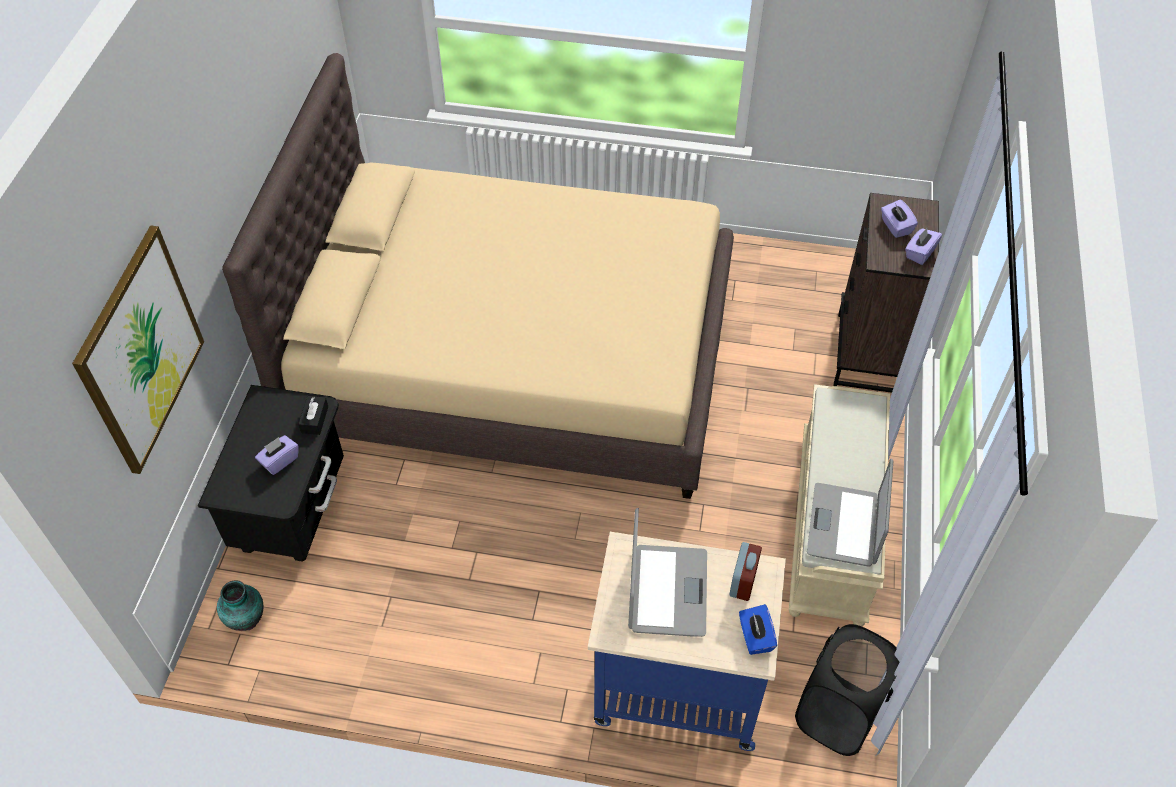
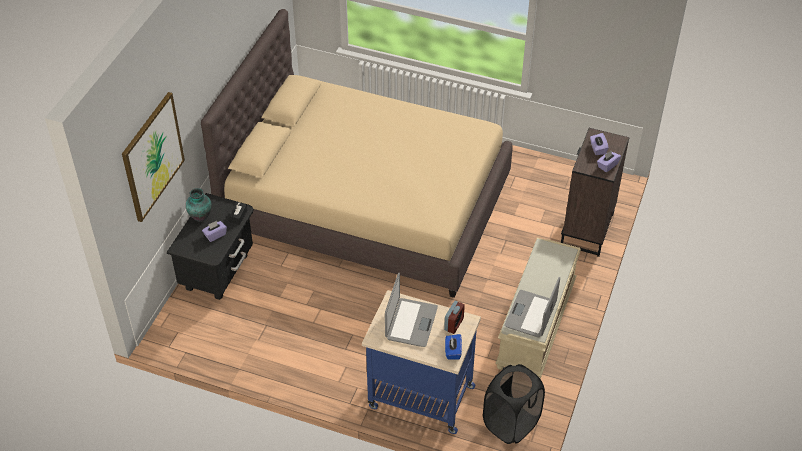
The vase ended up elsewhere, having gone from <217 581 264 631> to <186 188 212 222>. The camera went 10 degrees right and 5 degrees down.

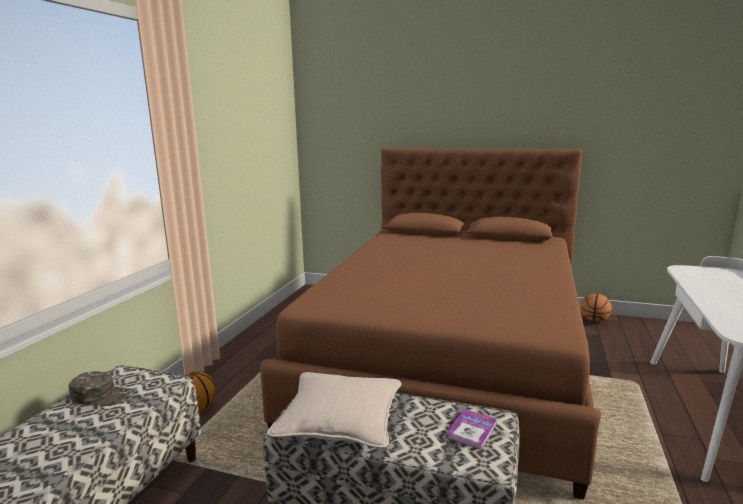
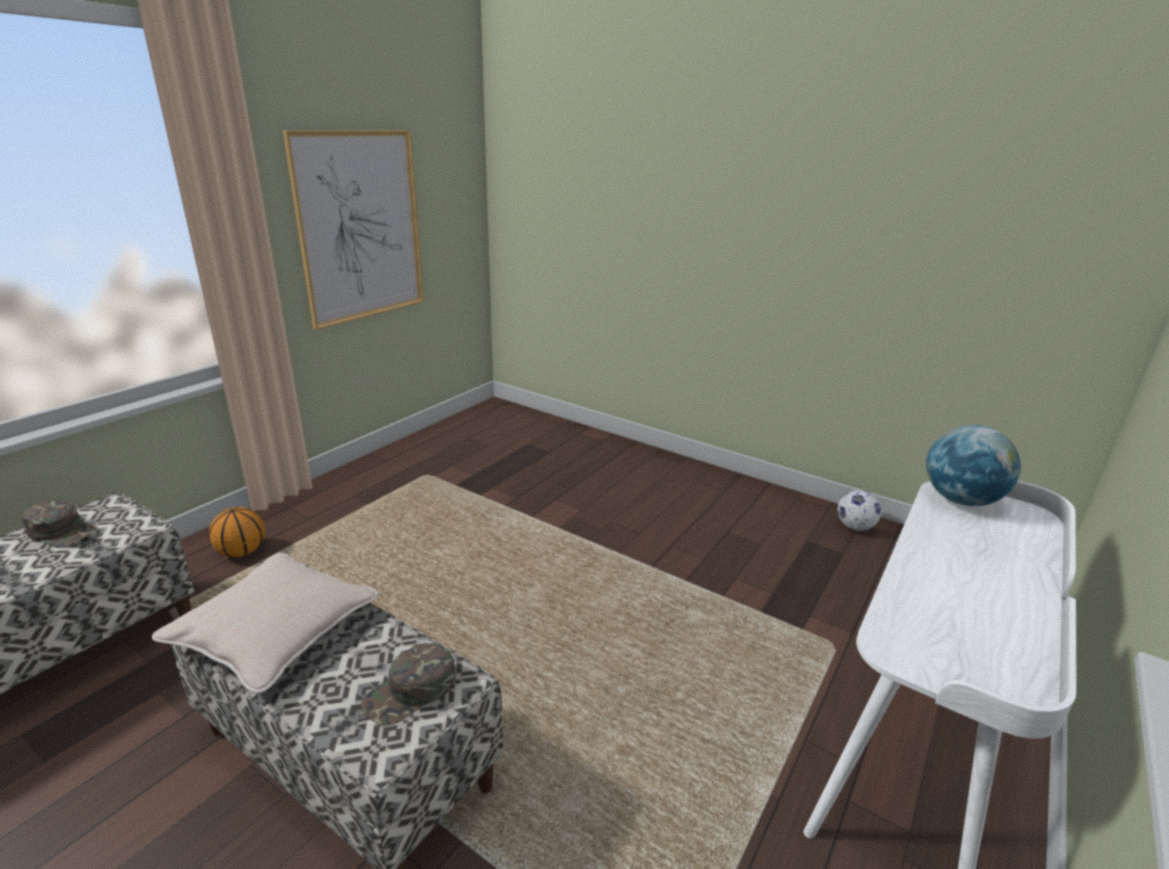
The second view lost the brown bed at <260 147 601 499>. Where the basketball stood at <581 294 612 322>, the football came to stand at <838 490 881 531>. Where the book stood at <446 409 497 450>, the green cap came to stand at <361 643 456 726>. The second view gained the picture at <283 130 424 330>. The second view gained the globe at <926 425 1021 506>. The camera went 15 degrees right and 10 degrees up.

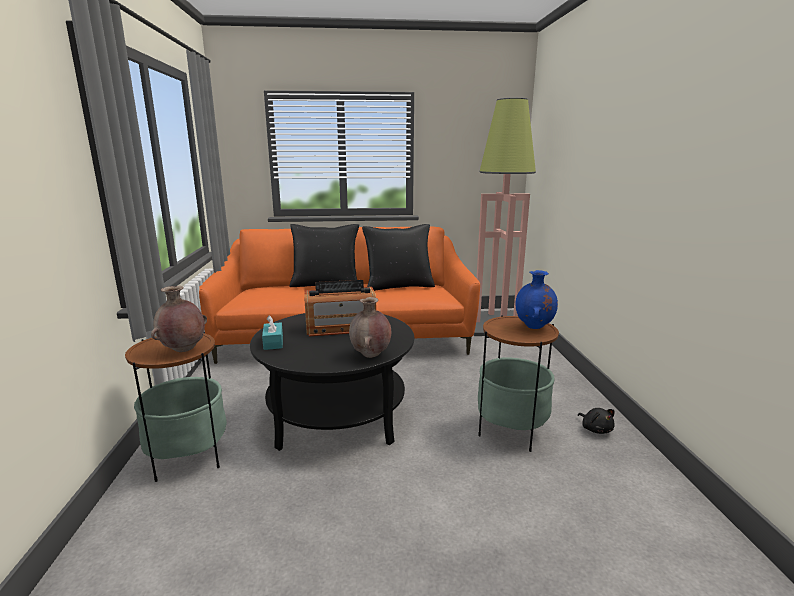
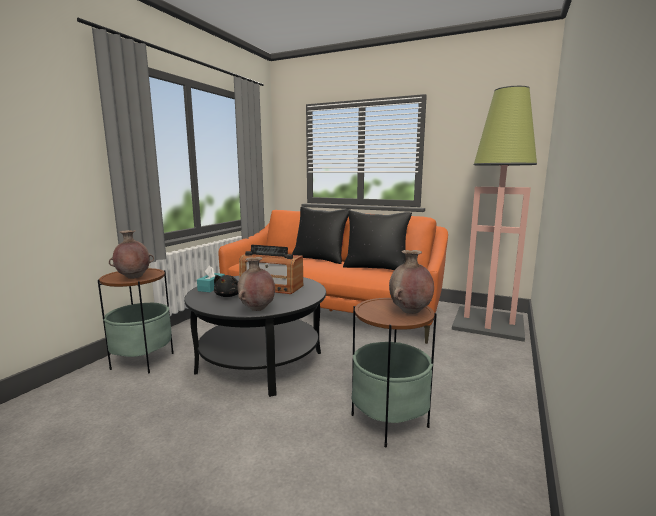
What was the blue vase at <516 270 558 329> turned into the brown vase at <389 250 434 314>. The black plush toy ended up elsewhere, having gone from <578 408 615 434> to <214 275 238 297>. The camera went 30 degrees right and 5 degrees down.

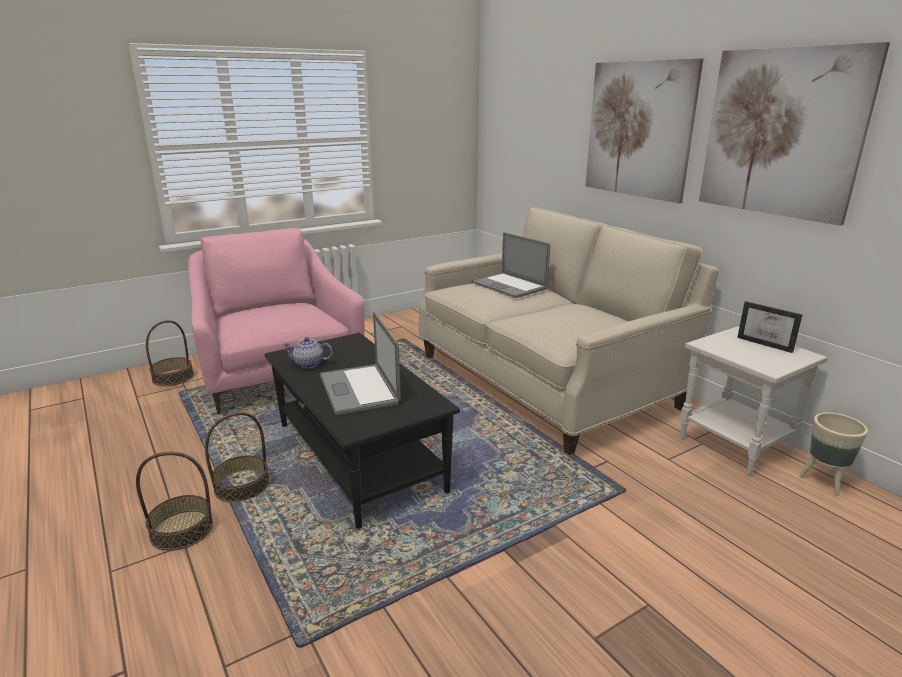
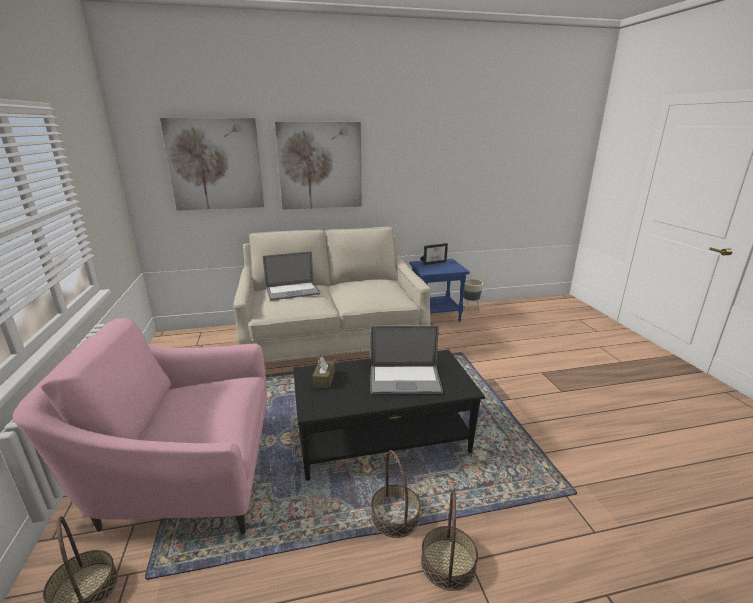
The picture ended up elsewhere, having gone from <699 42 890 226> to <160 118 264 211>. What was the white side table at <680 326 828 476> turned into the blue side table at <409 259 470 322>. The second view lost the teapot at <282 337 333 369>. The second view gained the brown tissue box at <312 357 335 388>. The camera went 70 degrees left and 0 degrees up.

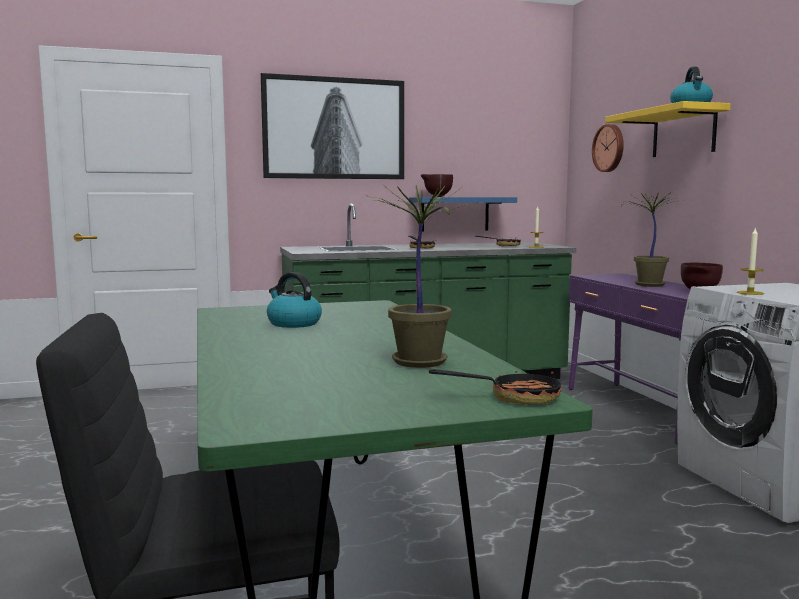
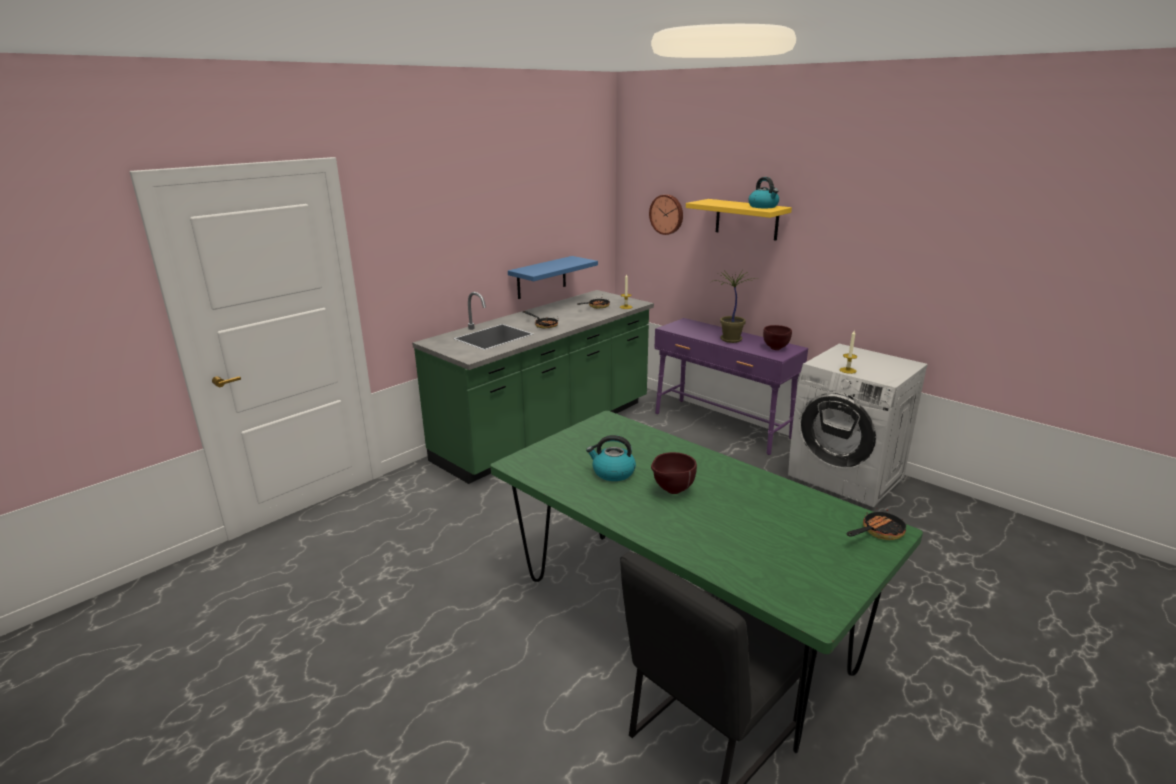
The second view lost the picture at <261 73 404 179>. The brown bowl ended up elsewhere, having gone from <421 174 453 197> to <651 452 697 494>. The second view lost the potted plant at <366 185 489 368>. The camera went 30 degrees left and 15 degrees up.

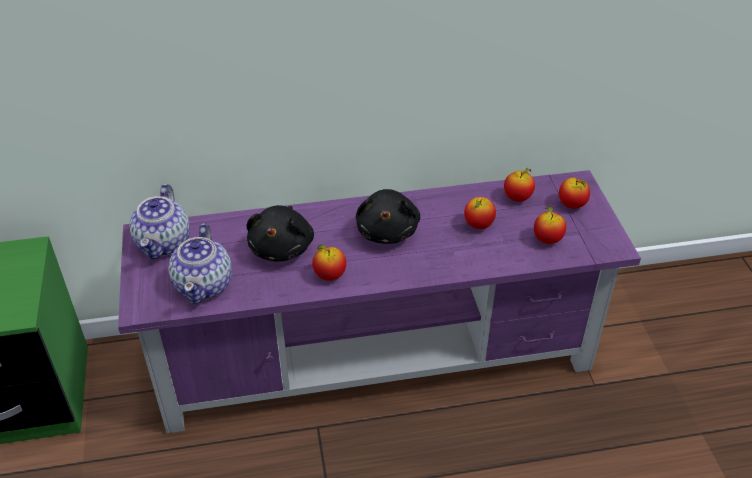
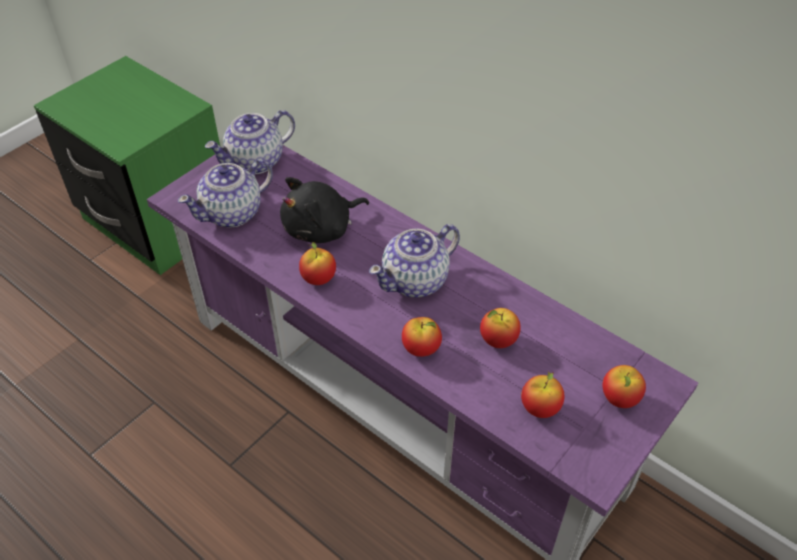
The apple ended up elsewhere, having gone from <504 168 535 202> to <402 317 442 357>. Where the black plush toy stood at <356 189 420 244>, the teapot came to stand at <369 224 460 298>. The camera went 50 degrees right and 5 degrees up.

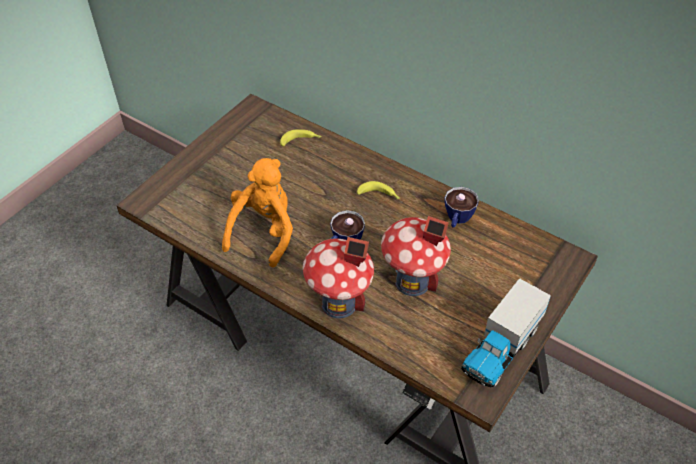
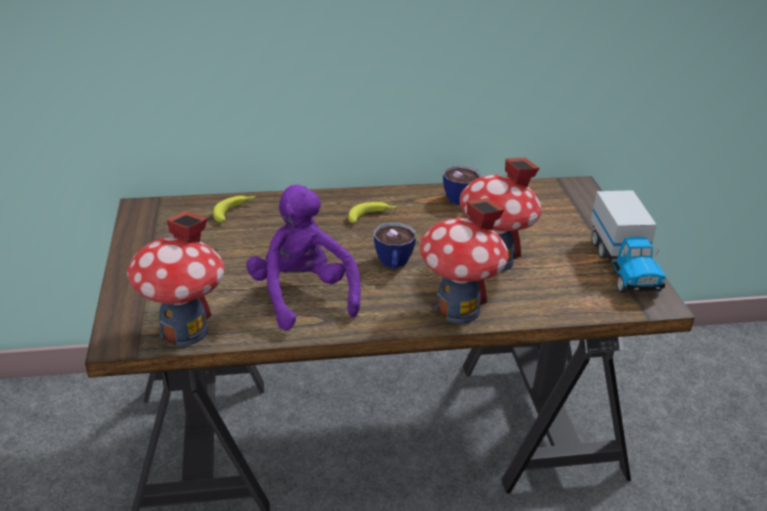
What was the orange plush toy at <222 158 293 268> turned into the purple plush toy at <246 185 361 330>. The second view gained the toy house at <127 211 225 346>. The camera went 45 degrees left and 15 degrees down.

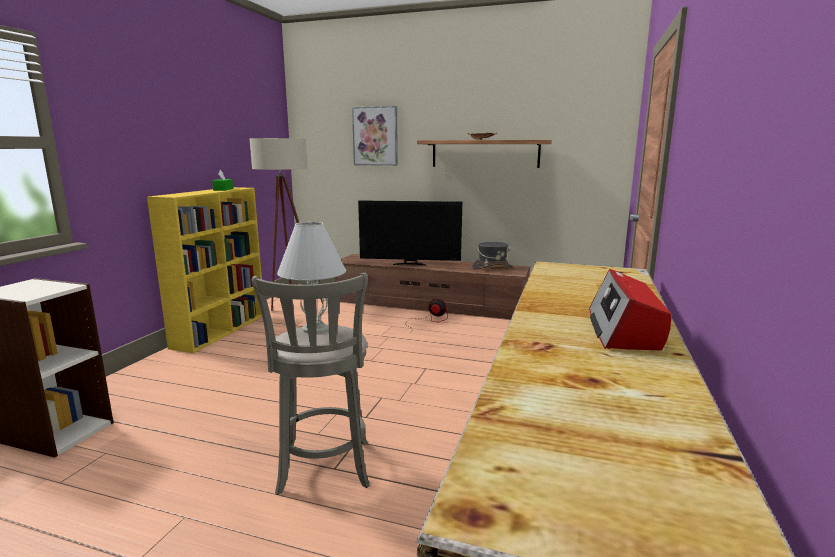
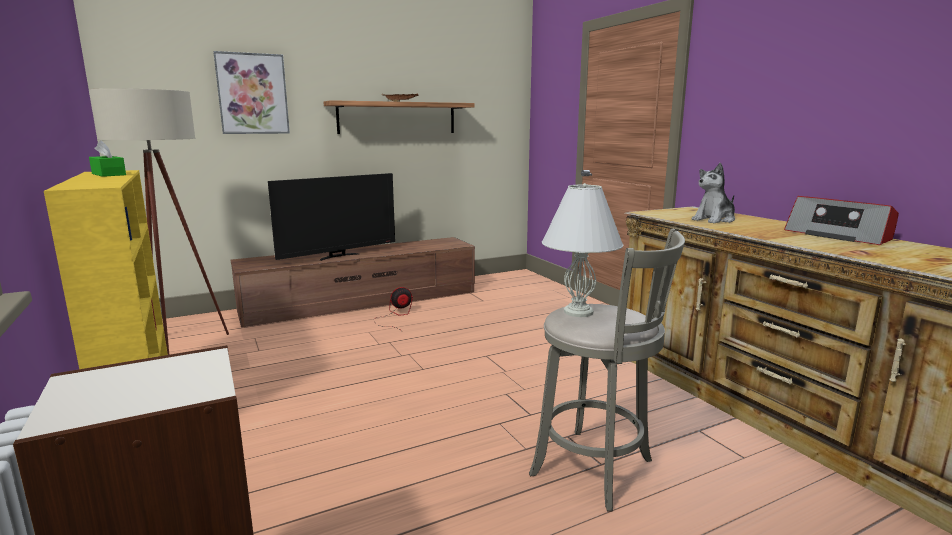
The second view lost the grey hat at <472 242 513 269>. The second view gained the plush toy at <692 163 735 224>. The camera went 45 degrees left and 0 degrees up.

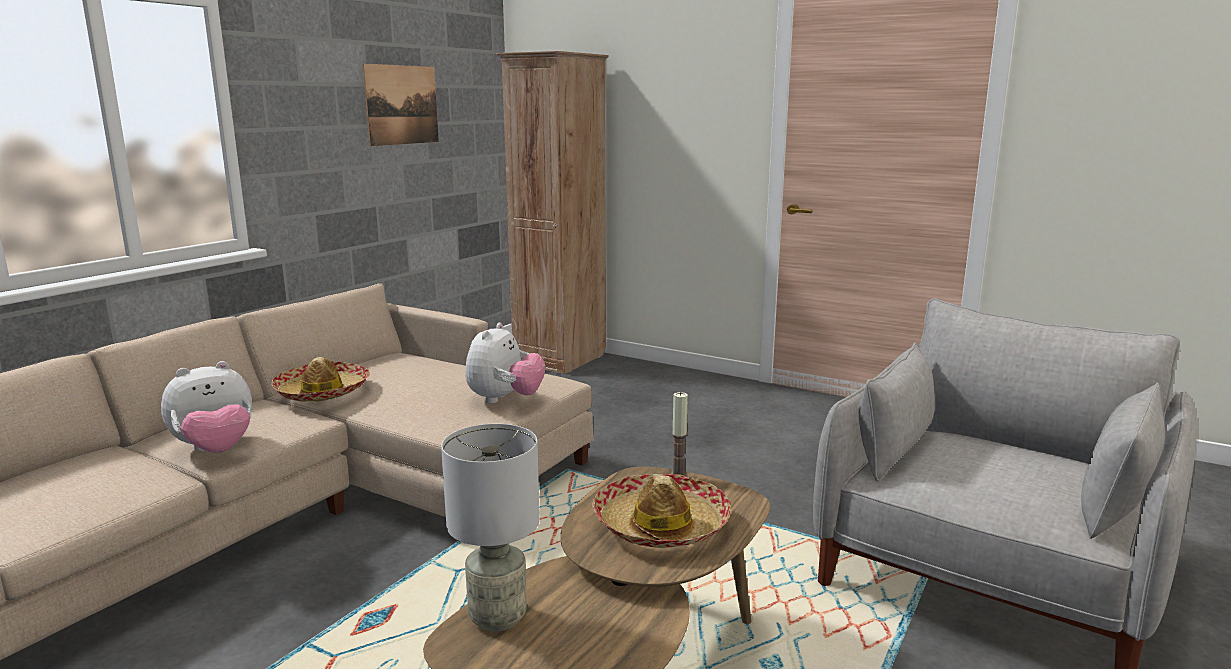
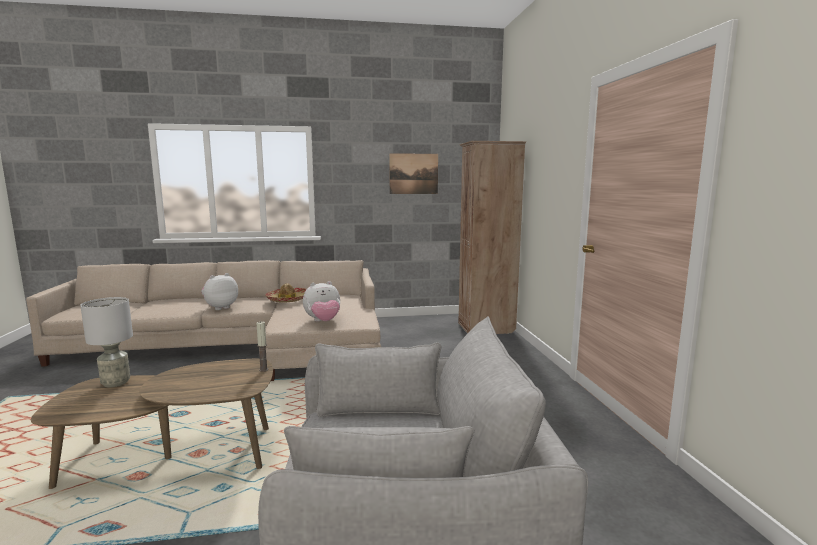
The plush toy at <161 361 252 453> ended up facing another way, 120 degrees clockwise from before. The second view lost the hat at <592 474 731 548>. The camera went 50 degrees right and 5 degrees down.

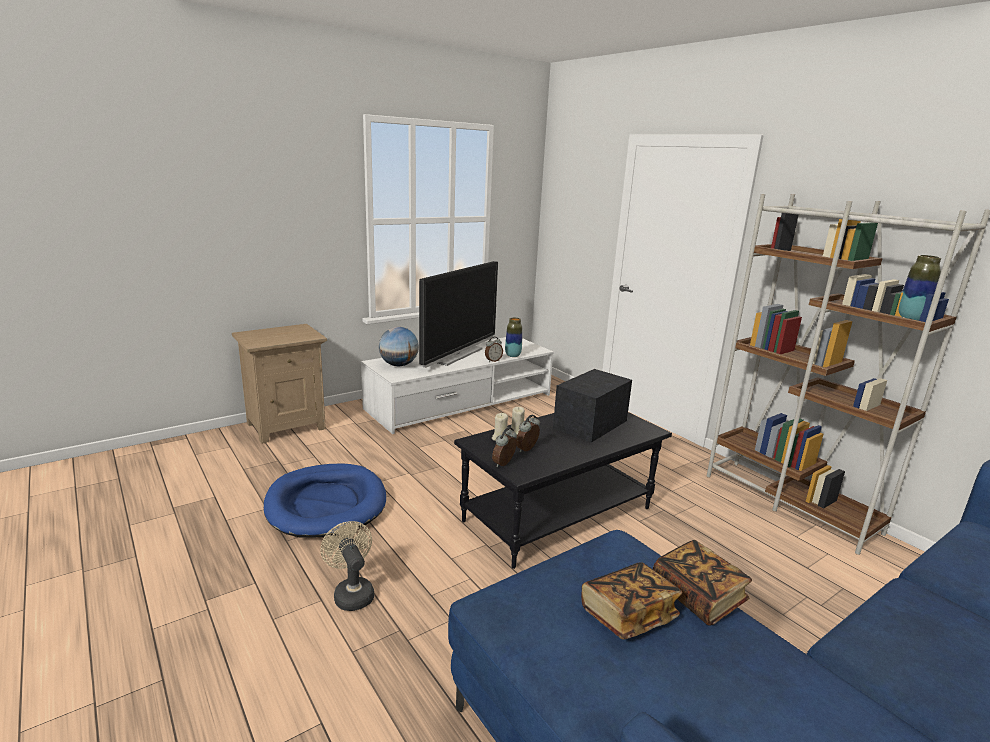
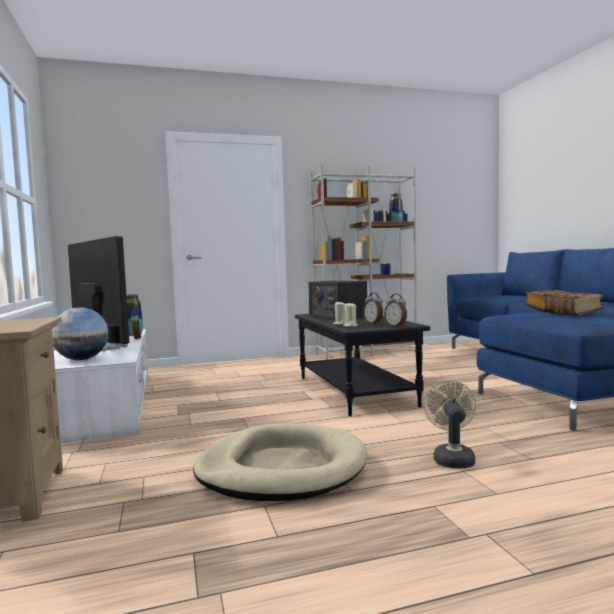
What was the blue dog bed at <264 464 386 538> turned into the beige dog bed at <193 423 367 501>. The beige fan at <321 521 374 611> ended up facing another way, 105 degrees clockwise from before. The camera went 70 degrees left and 15 degrees down.

